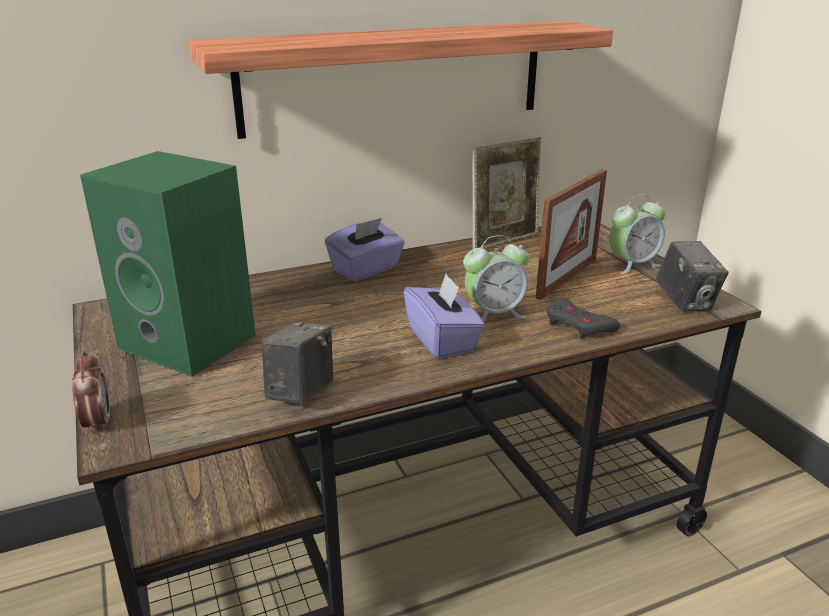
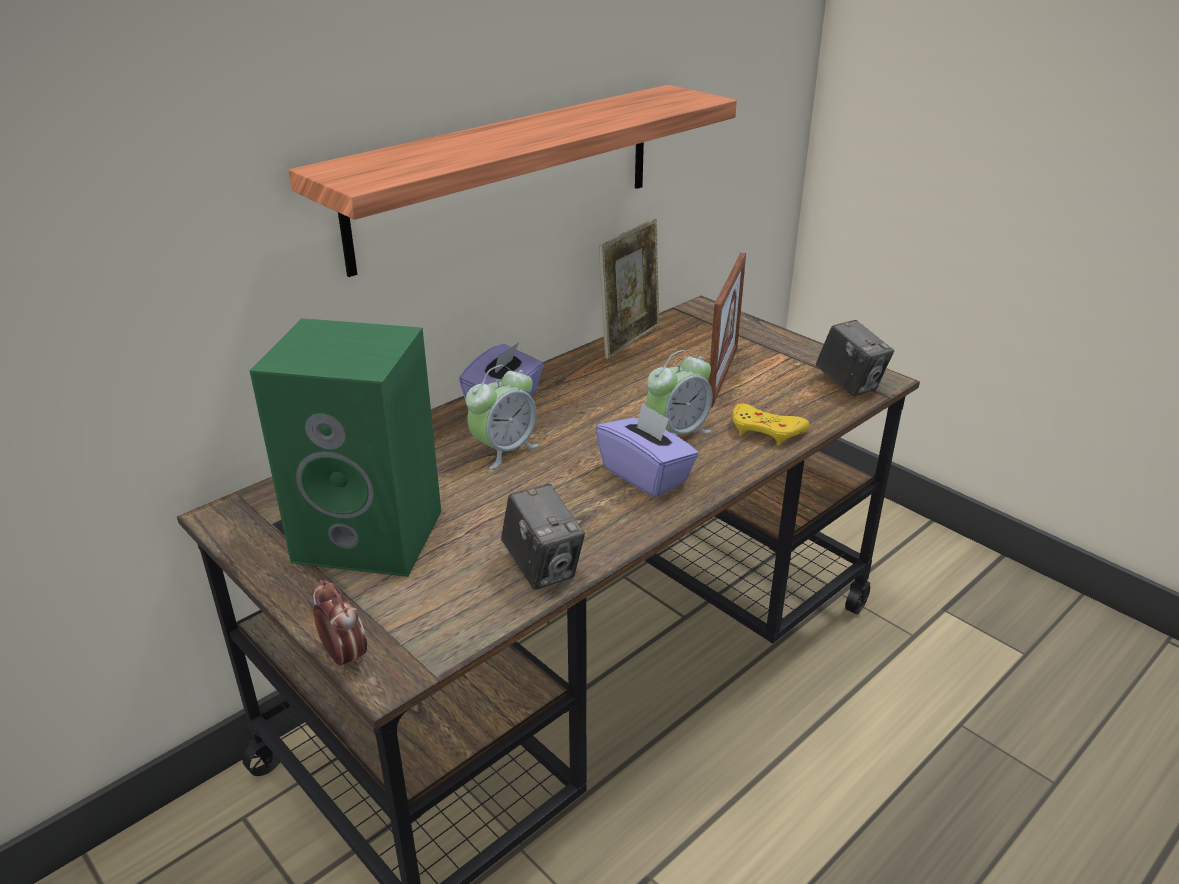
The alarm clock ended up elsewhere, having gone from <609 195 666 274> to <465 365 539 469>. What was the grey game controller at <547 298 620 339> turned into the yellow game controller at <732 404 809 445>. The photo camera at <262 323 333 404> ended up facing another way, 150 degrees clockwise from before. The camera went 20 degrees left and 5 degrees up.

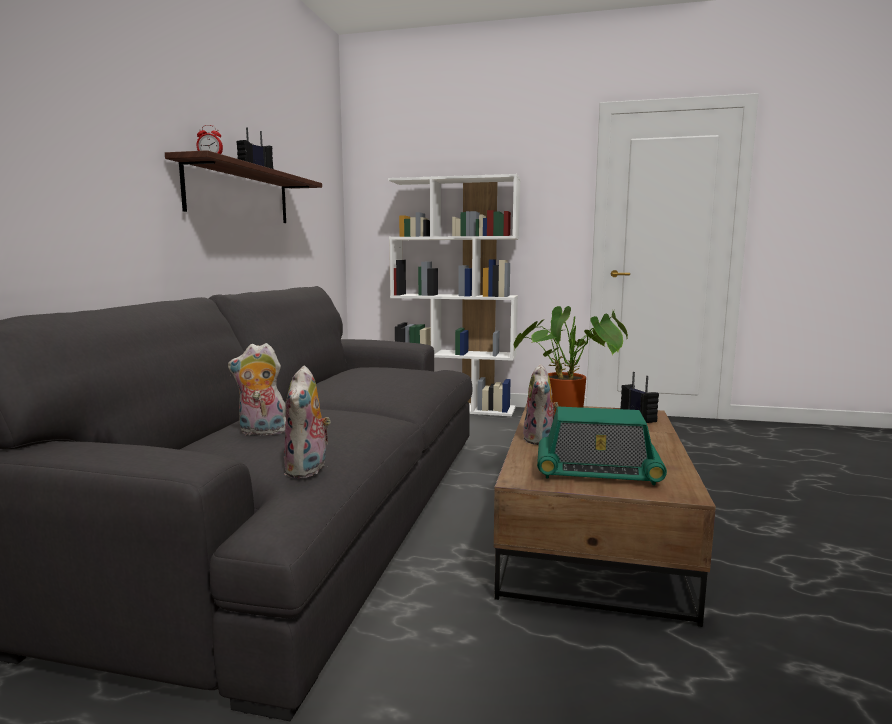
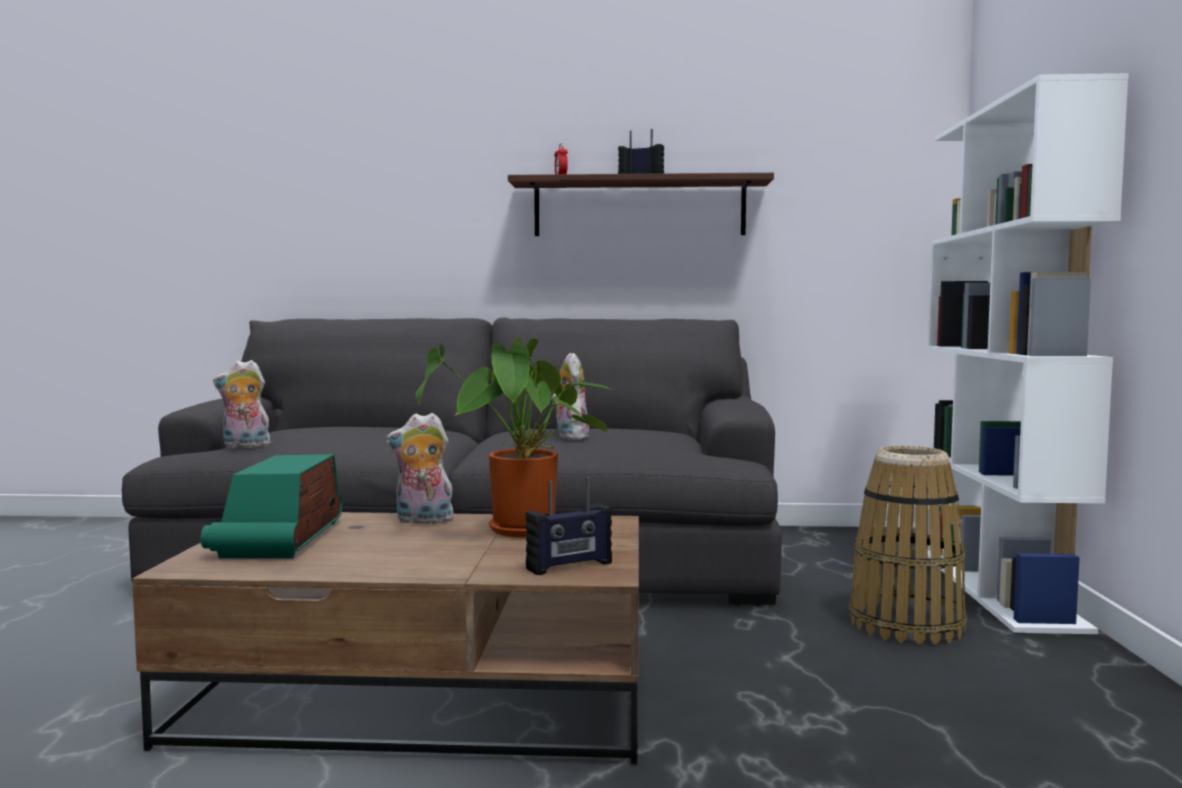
The plush toy ended up elsewhere, having gone from <228 343 286 435> to <551 353 589 439>. The second view gained the basket at <849 446 967 645>. The camera went 80 degrees right and 5 degrees down.

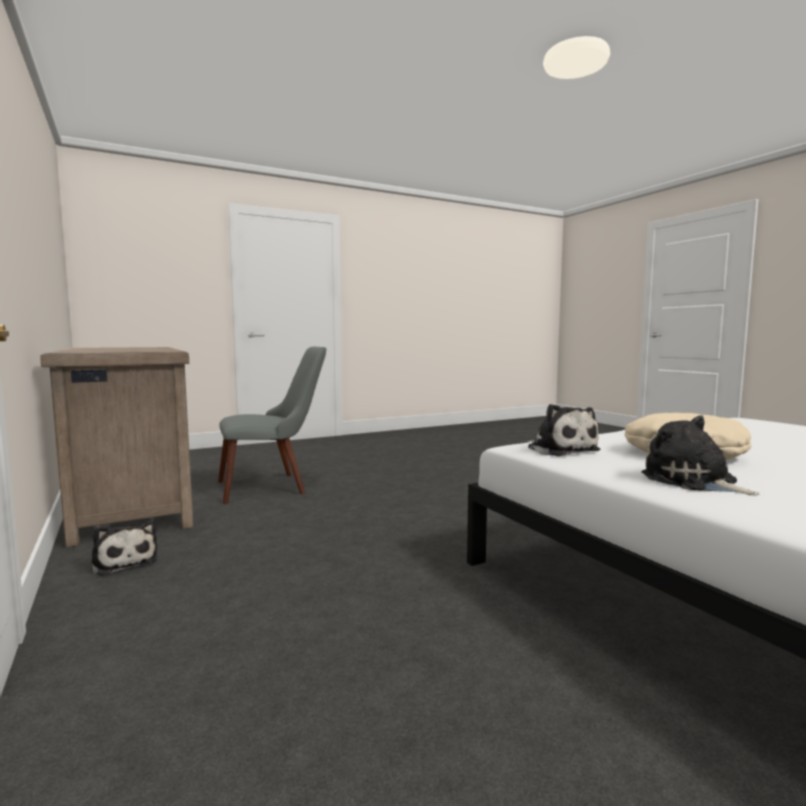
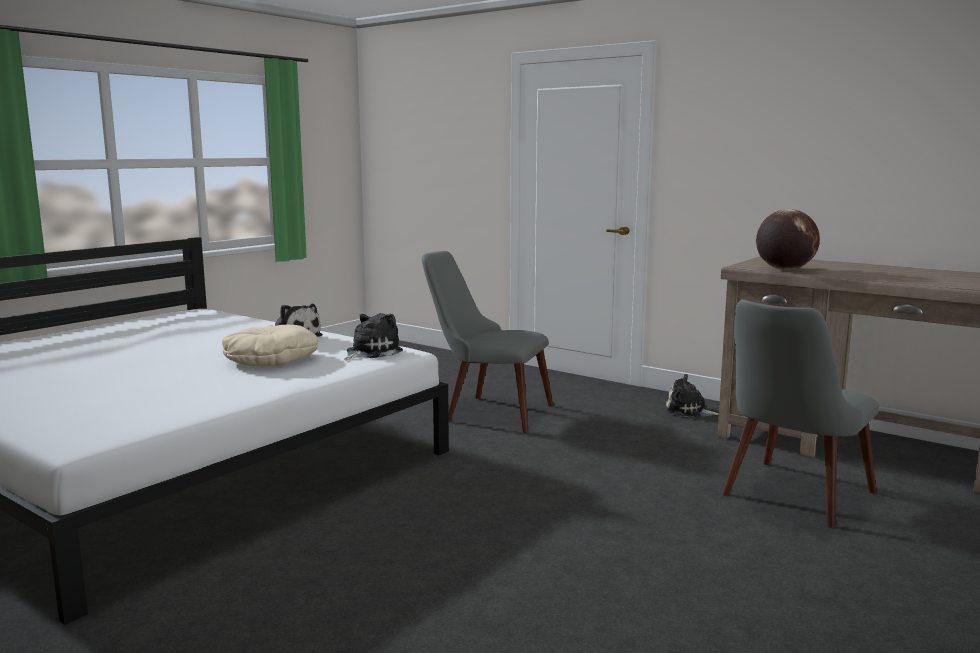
The plush toy at <527 404 600 456> ended up facing another way, 90 degrees clockwise from before. The second view gained the globe at <756 209 820 270>. The second view gained the grey chair at <421 251 553 433>. The camera went 155 degrees right and 5 degrees up.

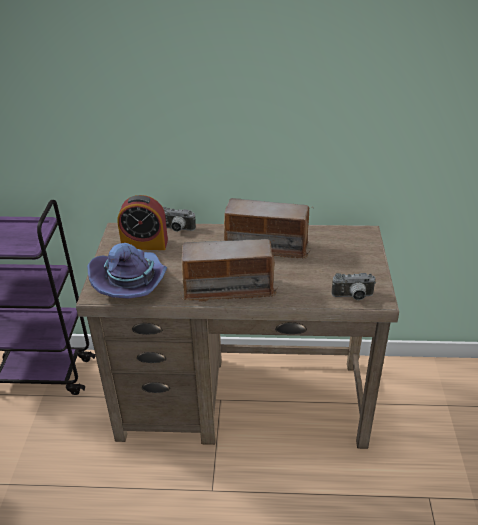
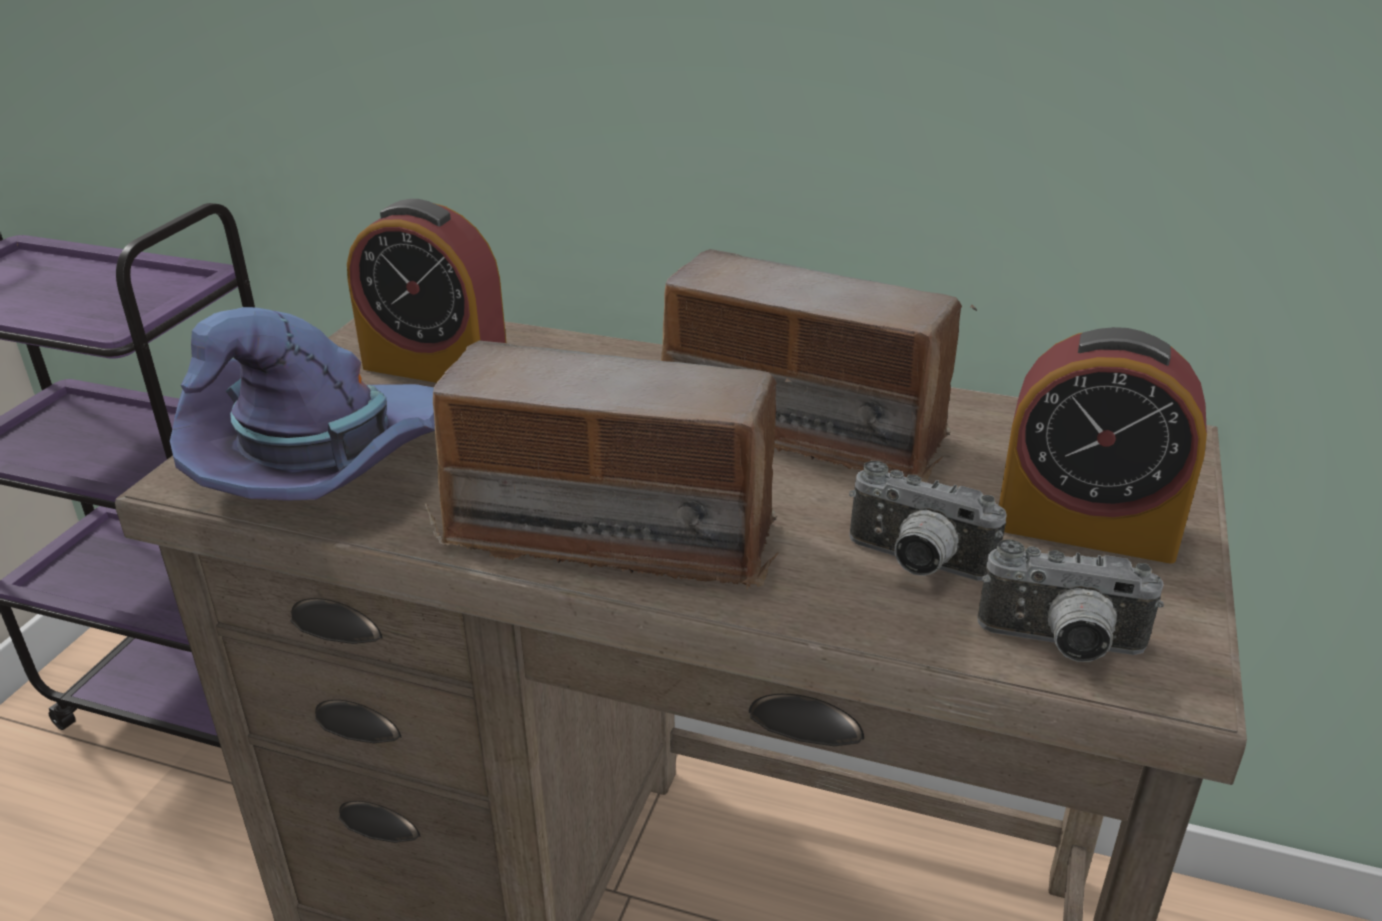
The photo camera ended up elsewhere, having gone from <163 207 196 232> to <849 460 1007 581>. The second view gained the alarm clock at <999 327 1207 564>. The camera went 15 degrees right and 5 degrees down.

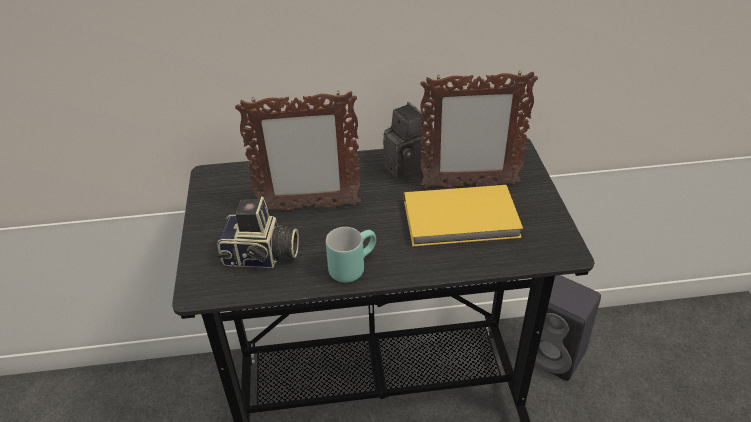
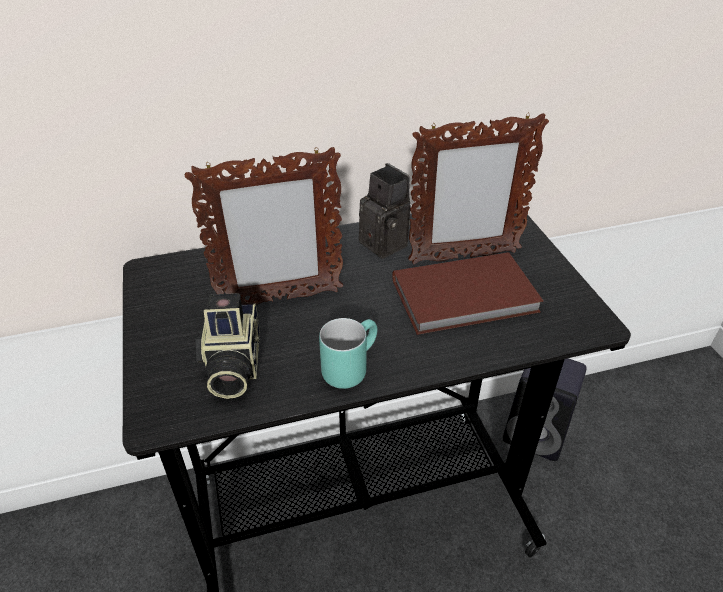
What was the yellow book at <404 185 523 246> turned into the brown book at <392 252 544 335>. The photo camera at <217 197 299 268> ended up facing another way, 90 degrees clockwise from before. The camera went 10 degrees left and 0 degrees up.

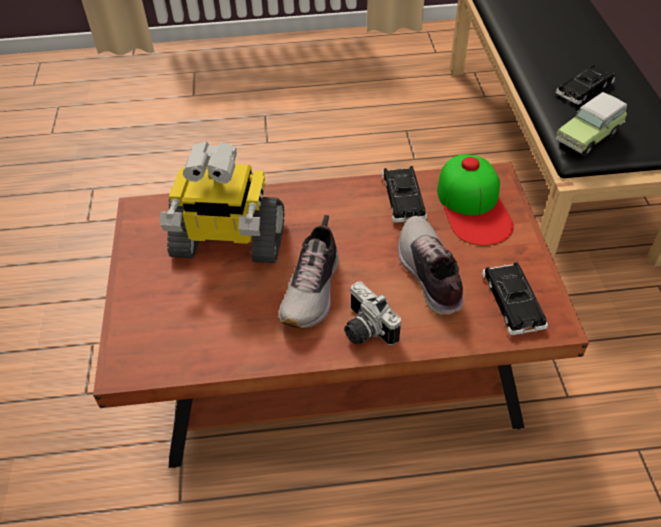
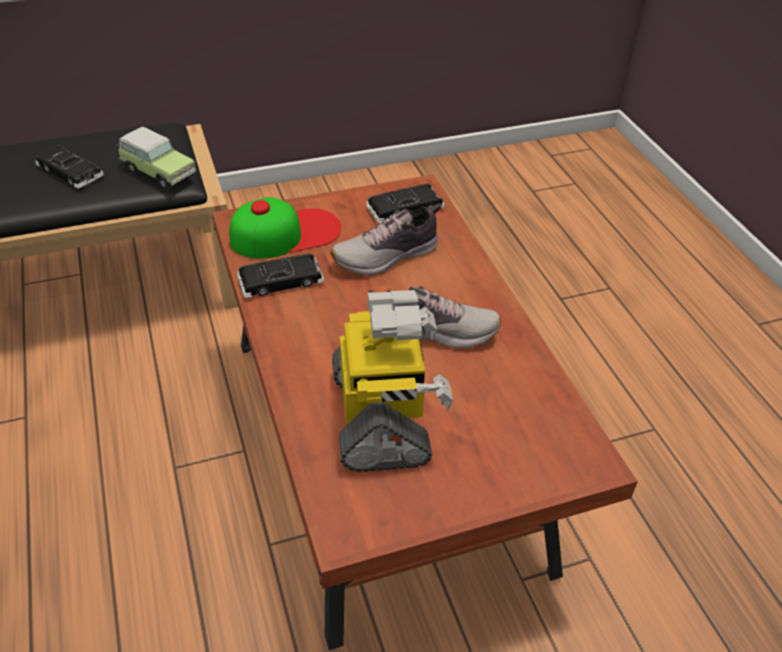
The second view lost the photo camera at <344 281 401 345>. The camera went 105 degrees left and 5 degrees down.

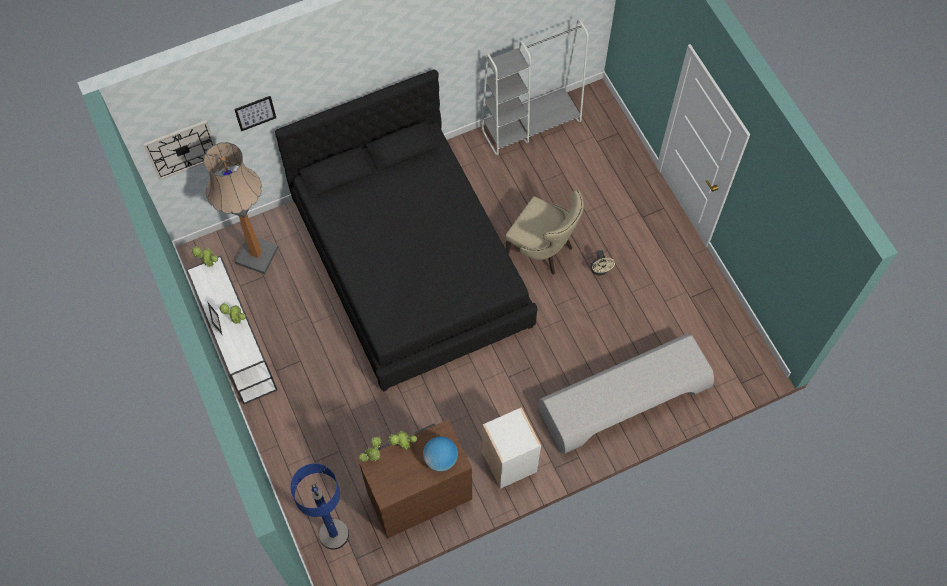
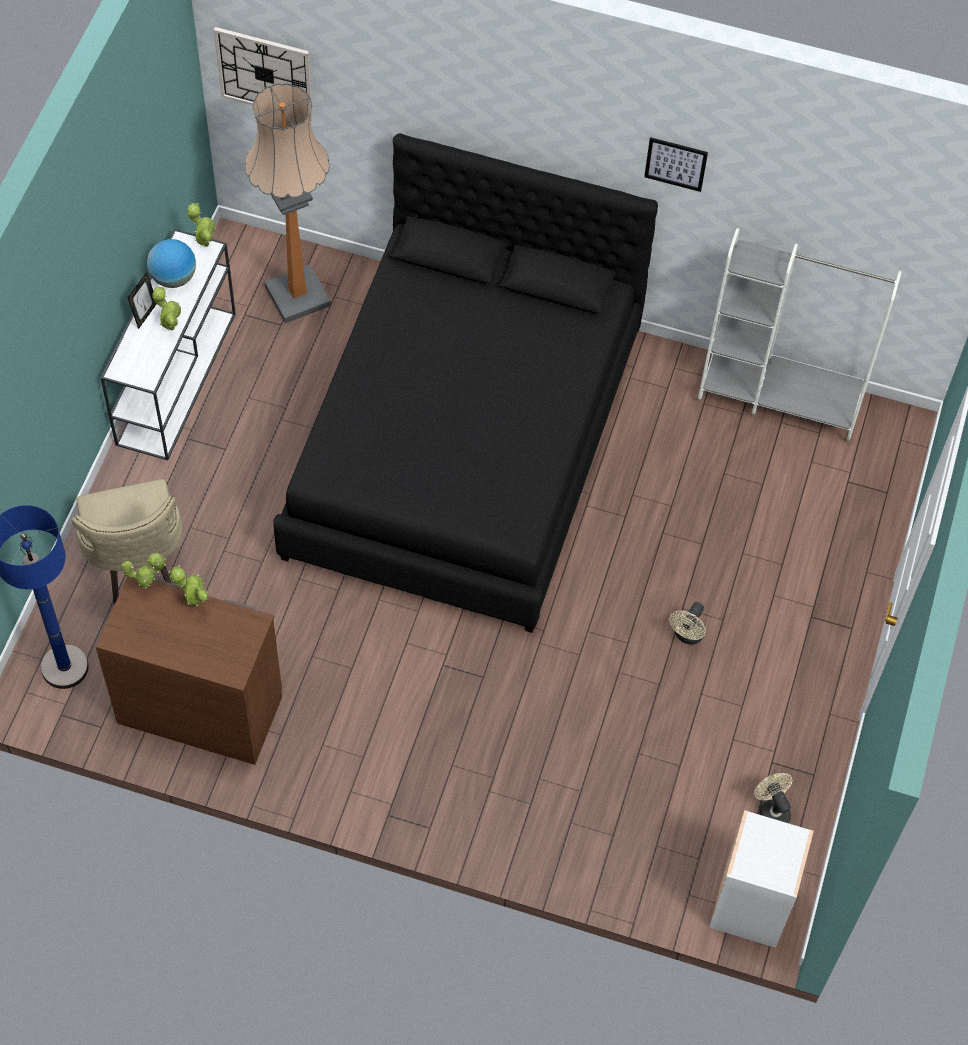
The picture ended up elsewhere, having gone from <234 96 276 131> to <644 137 708 192>. The beige chair ended up elsewhere, having gone from <505 190 584 275> to <71 479 183 605>. The second view lost the grey bench at <539 334 714 454>. The bookcase ended up elsewhere, having gone from <482 407 541 489> to <709 810 814 948>. The globe ended up elsewhere, having gone from <423 436 458 472> to <147 239 196 288>. The second view gained the beige fan at <754 773 792 823>. The camera went 40 degrees right and 5 degrees down.

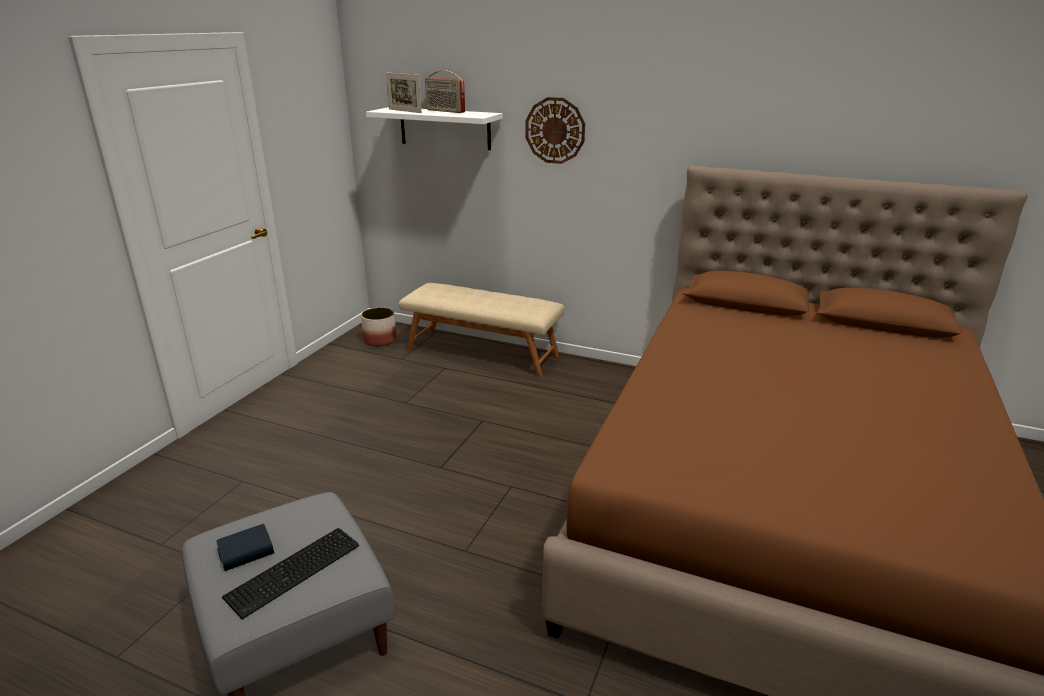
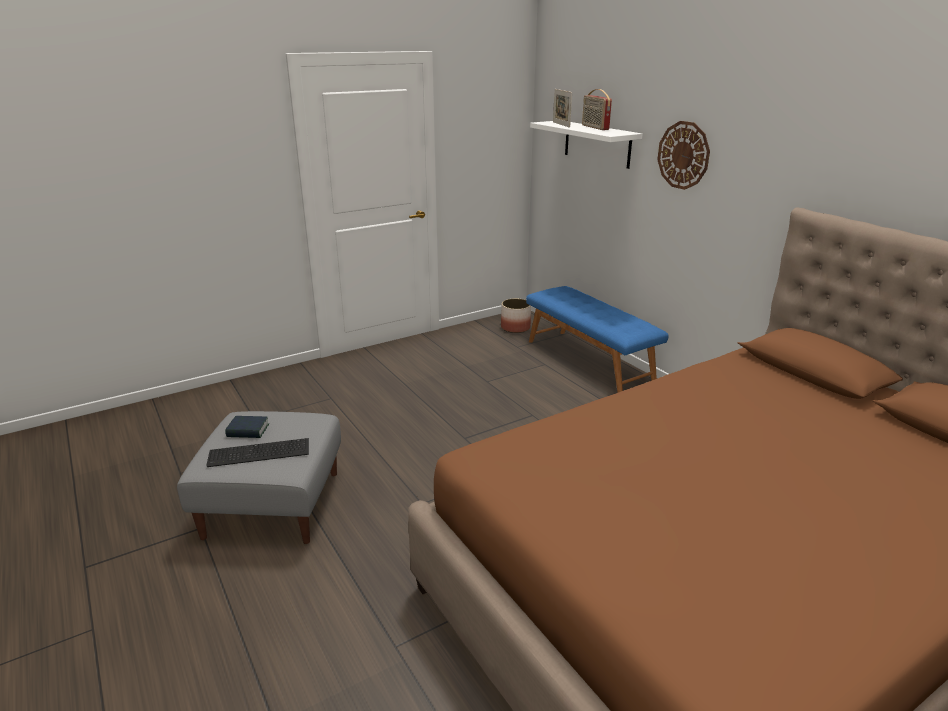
What was the beige bench at <399 283 565 377> turned into the blue bench at <526 286 668 393>. The camera went 35 degrees right and 0 degrees up.

